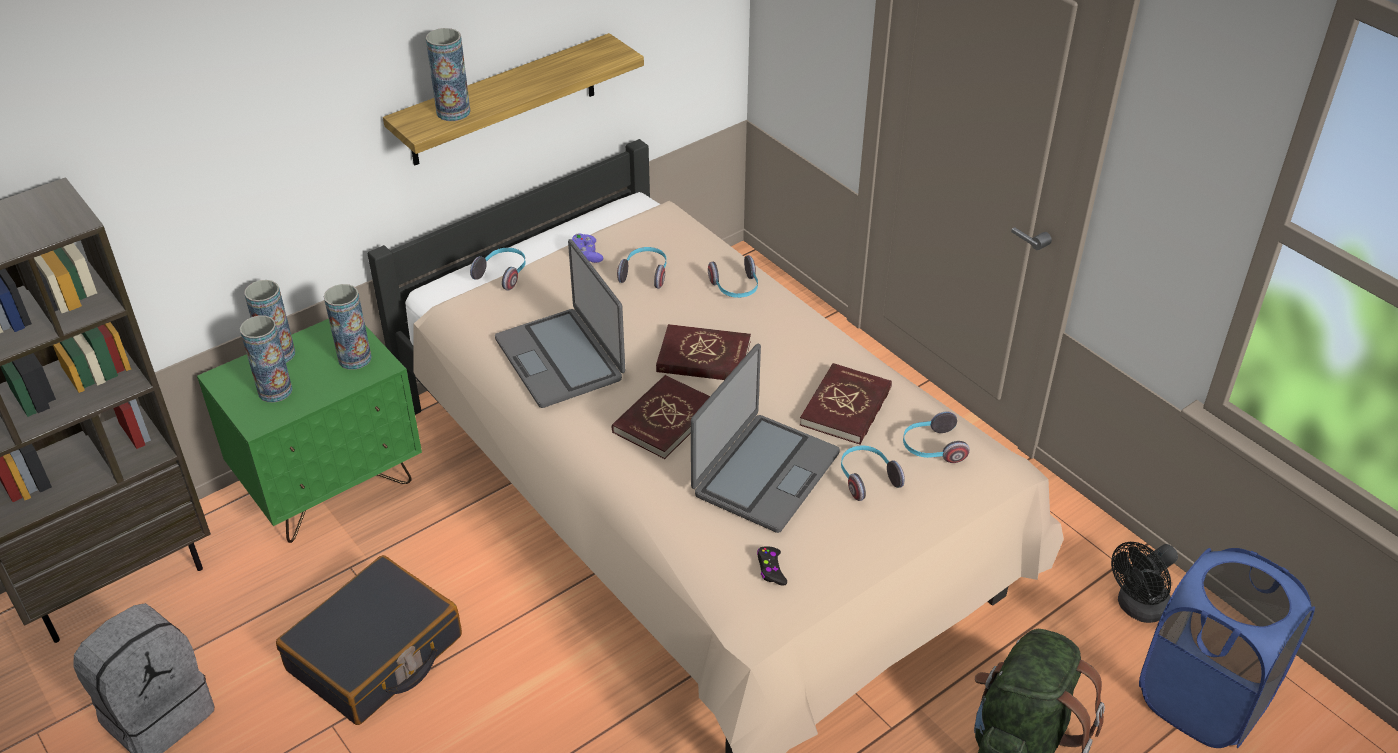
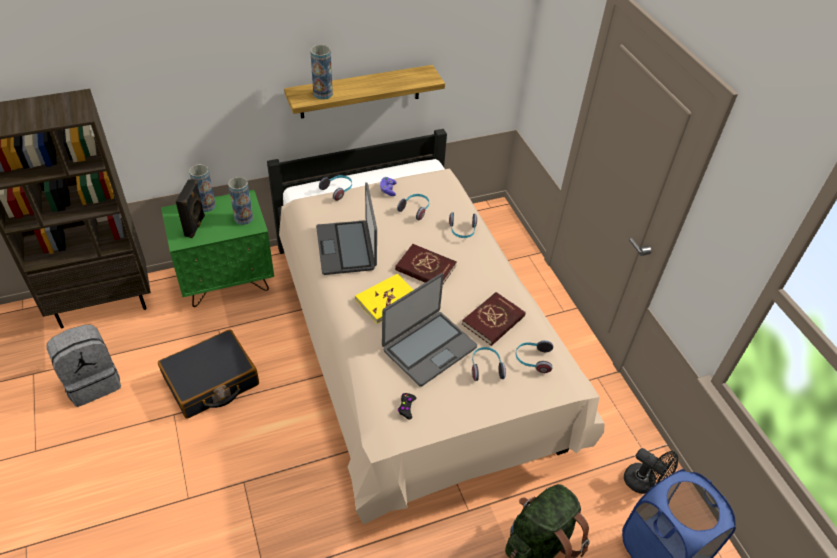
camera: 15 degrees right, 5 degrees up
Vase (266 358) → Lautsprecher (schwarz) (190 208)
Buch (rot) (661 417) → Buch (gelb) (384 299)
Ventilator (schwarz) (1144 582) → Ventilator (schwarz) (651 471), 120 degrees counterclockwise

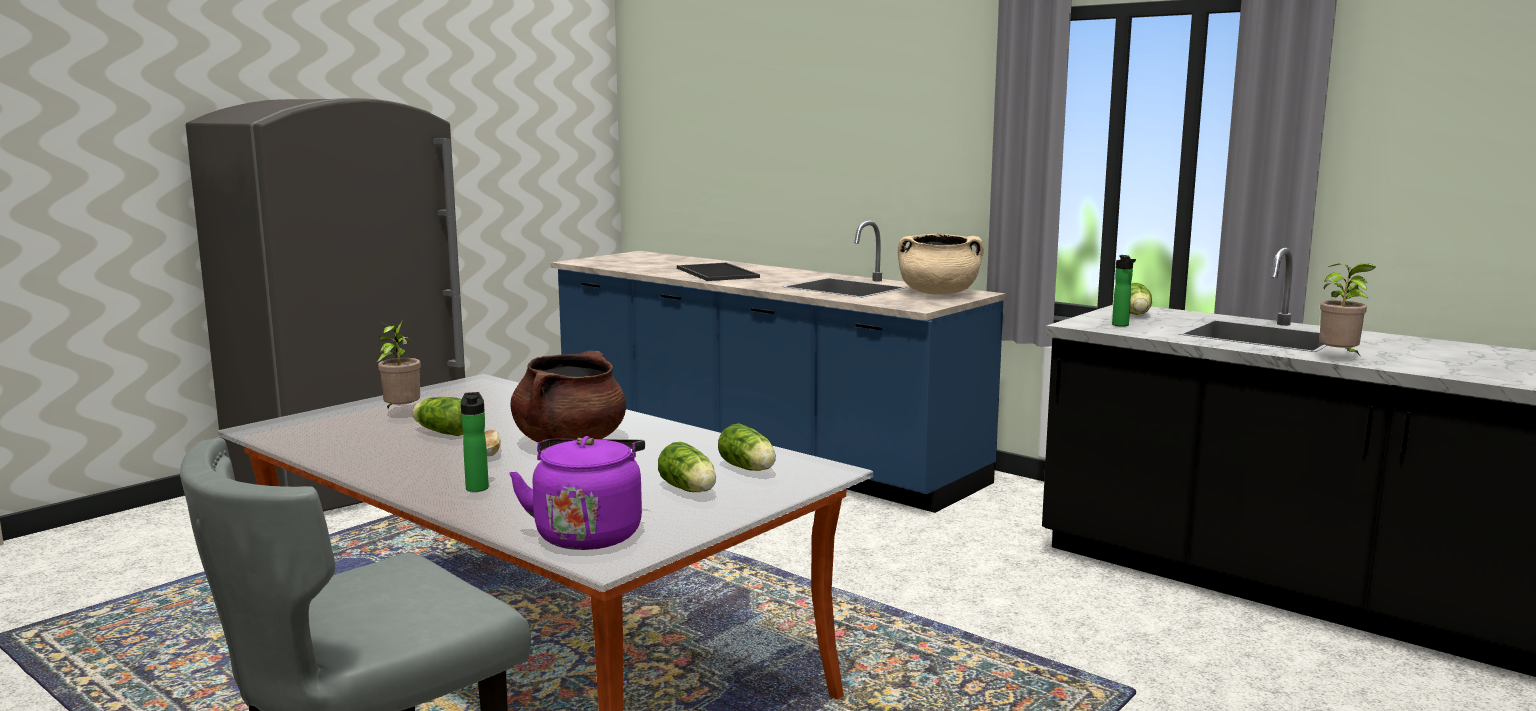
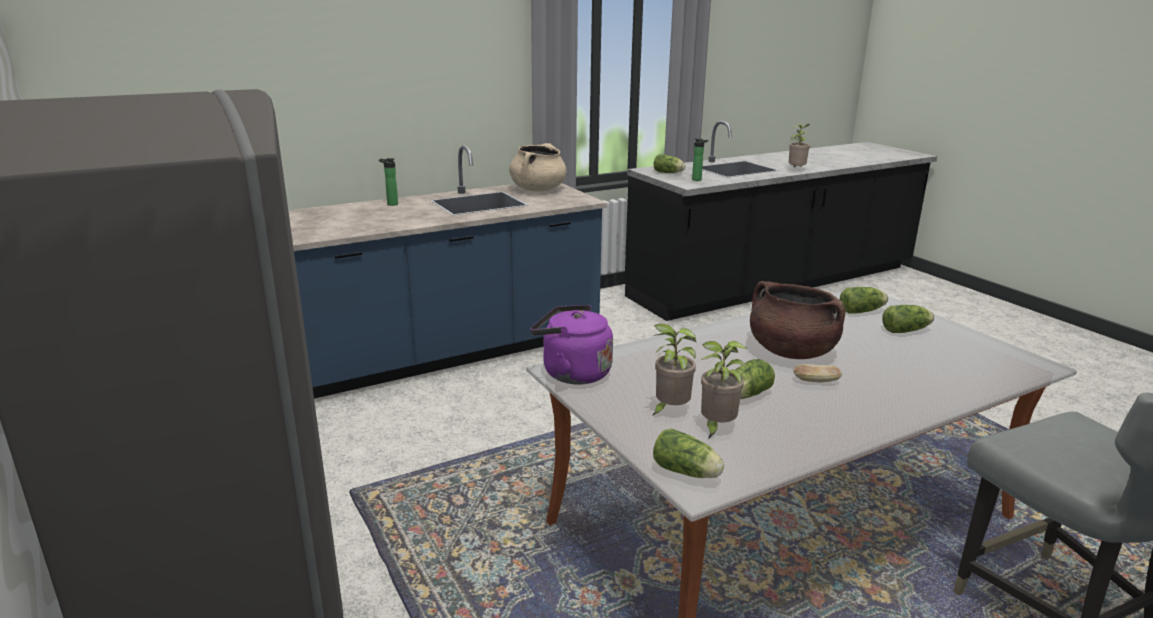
camera: 70 degrees left, 10 degrees up
Tablett (718 272) → -
Flasche (474 442) → Flasche (388 182), moved
Wasserkessel (lila) (577 493) → Wasserkessel (lila) (572 344), moved
- → Topfpflanze (724 390)
- → Salatkopf (688 453)

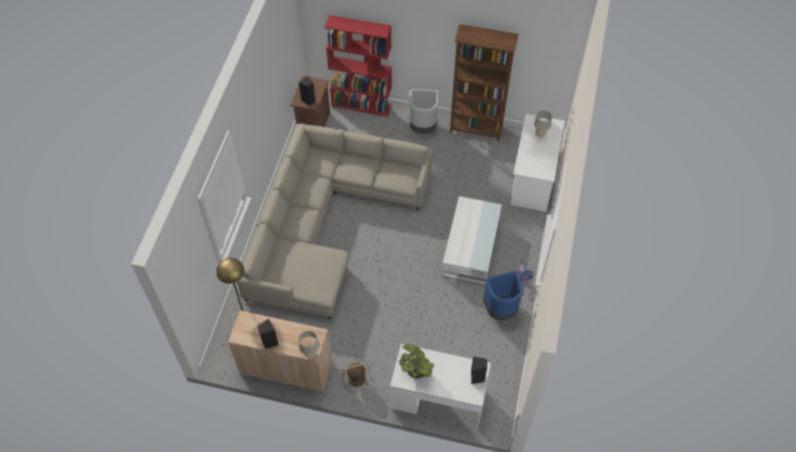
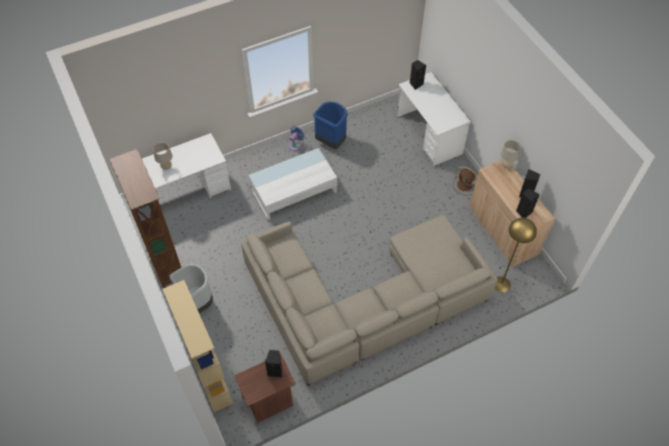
camera: 130 degrees left, 0 degrees up
Bücherregal (rot) (358 66) → Bücherregal (beige) (198 346)
Topfpflanze (416 361) → -
- → Lautsprecher (schwarz) (528 203)

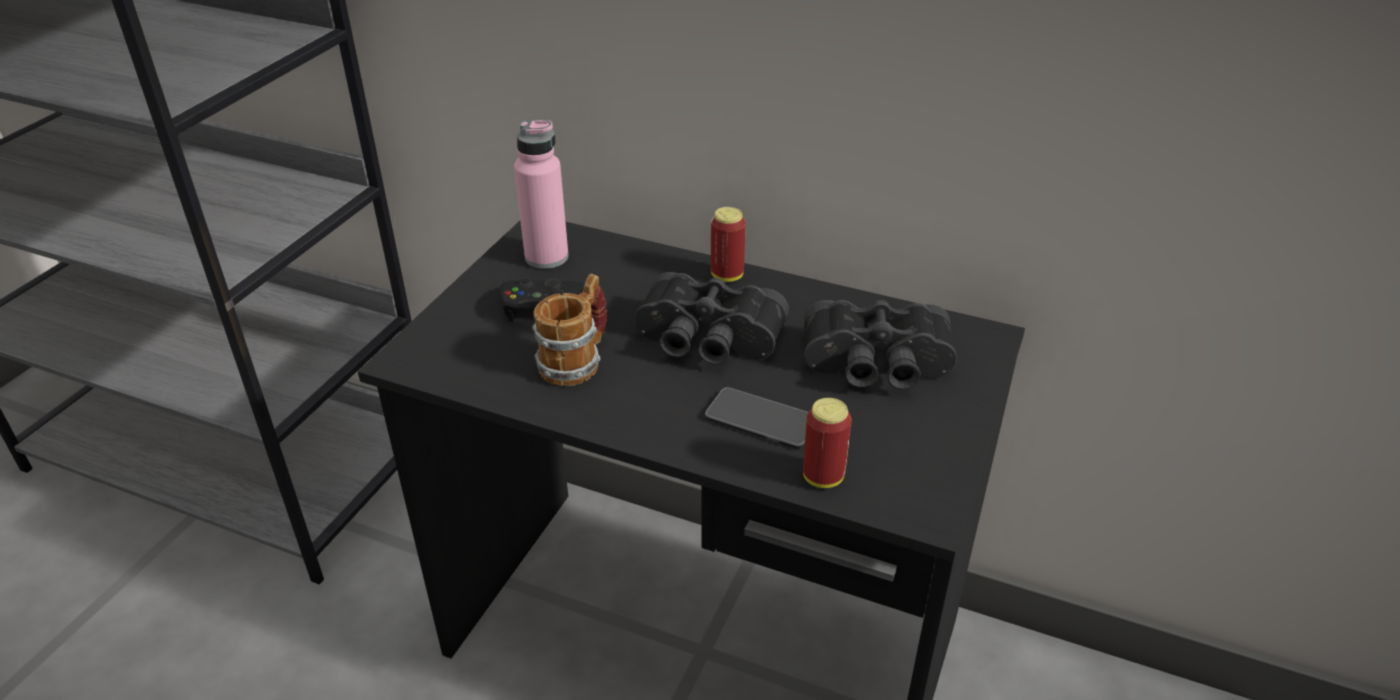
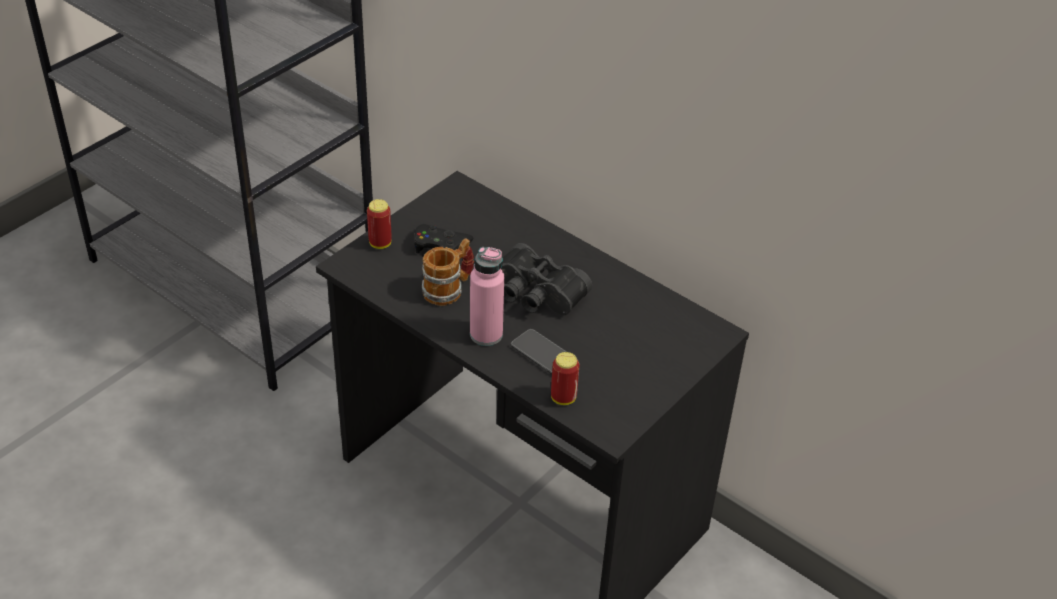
camera: 15 degrees right, 5 degrees up
Flasche (rosa) (541 194) → Flasche (rosa) (487 296), moved
Dose (728 244) → Dose (379 224), moved
Fernglas (schwarz) (880 344) → -

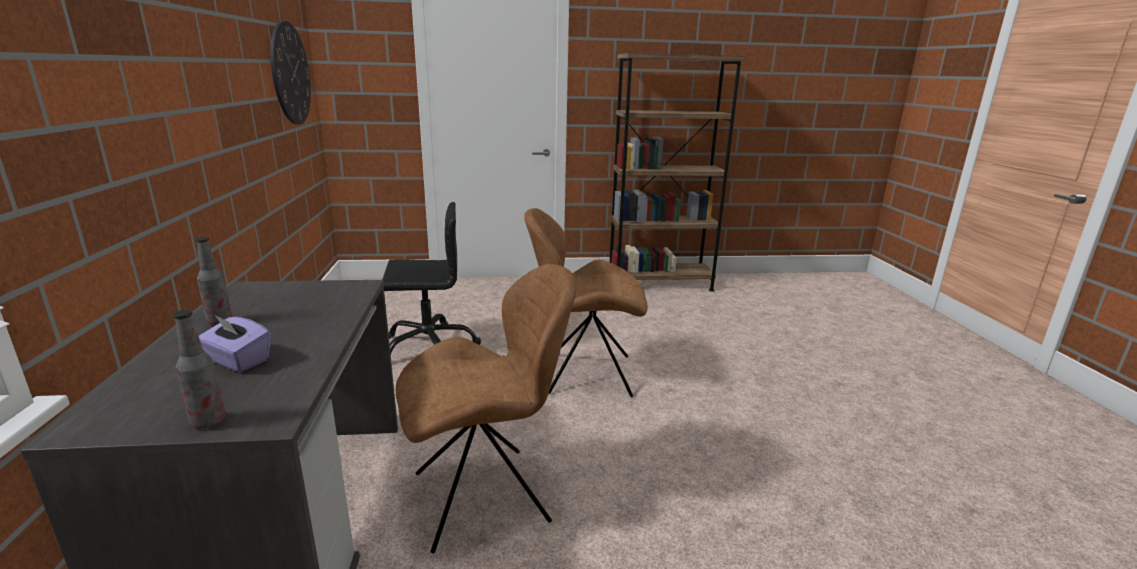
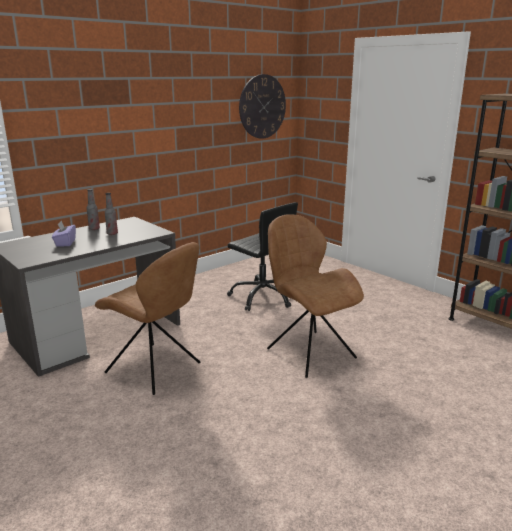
camera: 55 degrees right, 0 degrees up
Flasche (199 369) → Flasche (111 214), moved

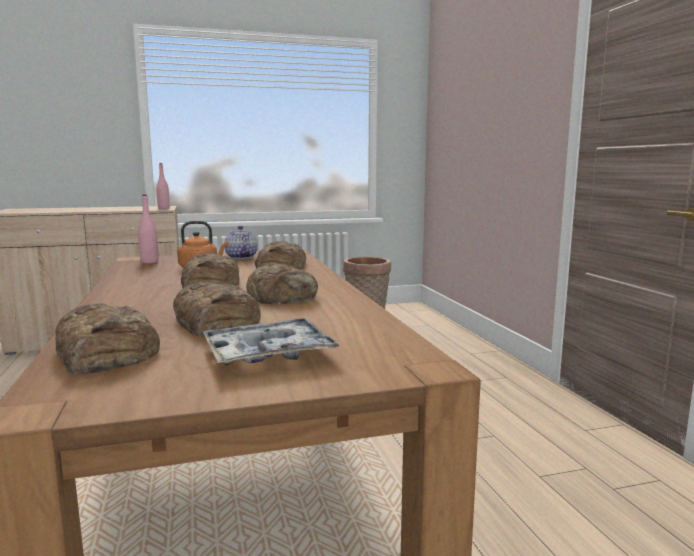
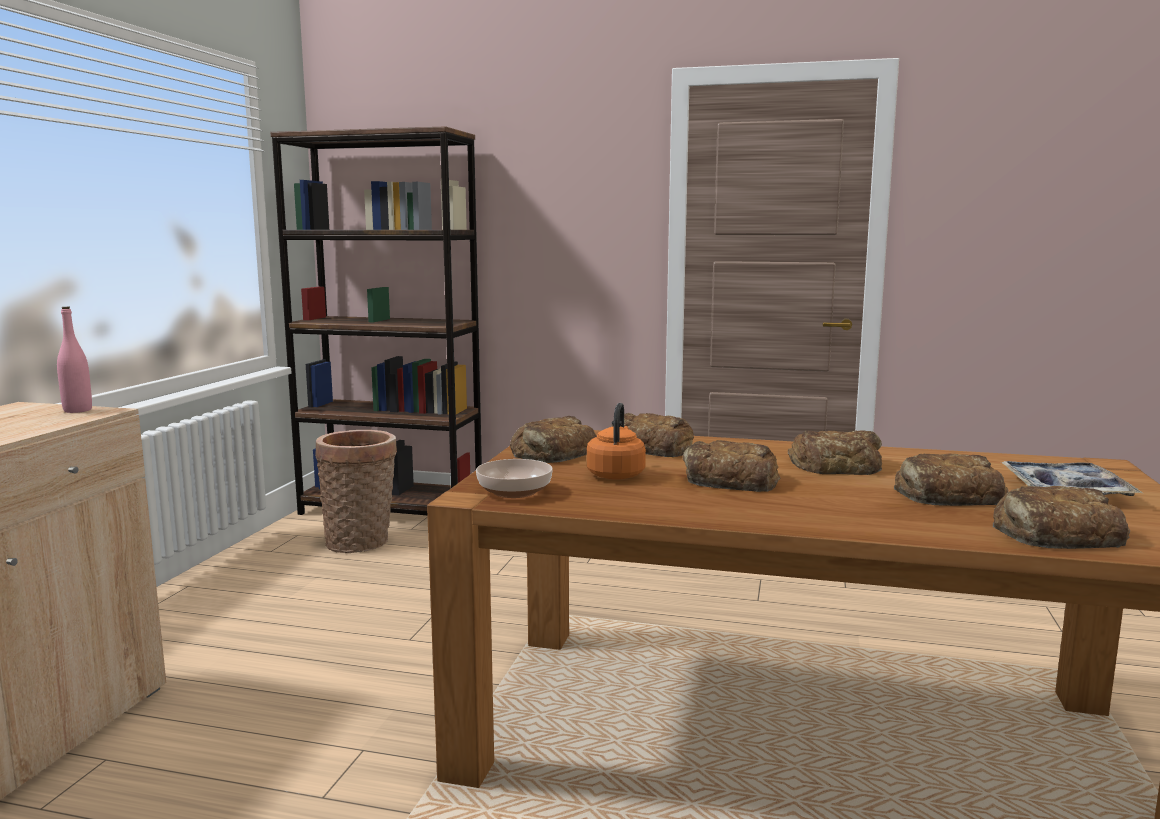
camera: 60 degrees left, 0 degrees up
Flasche (rosa) (148 228) → Schüssel (514 478)
Teekanne (241 242) → Brot (553 439)
- → Bücherregal (braun) (376 320)

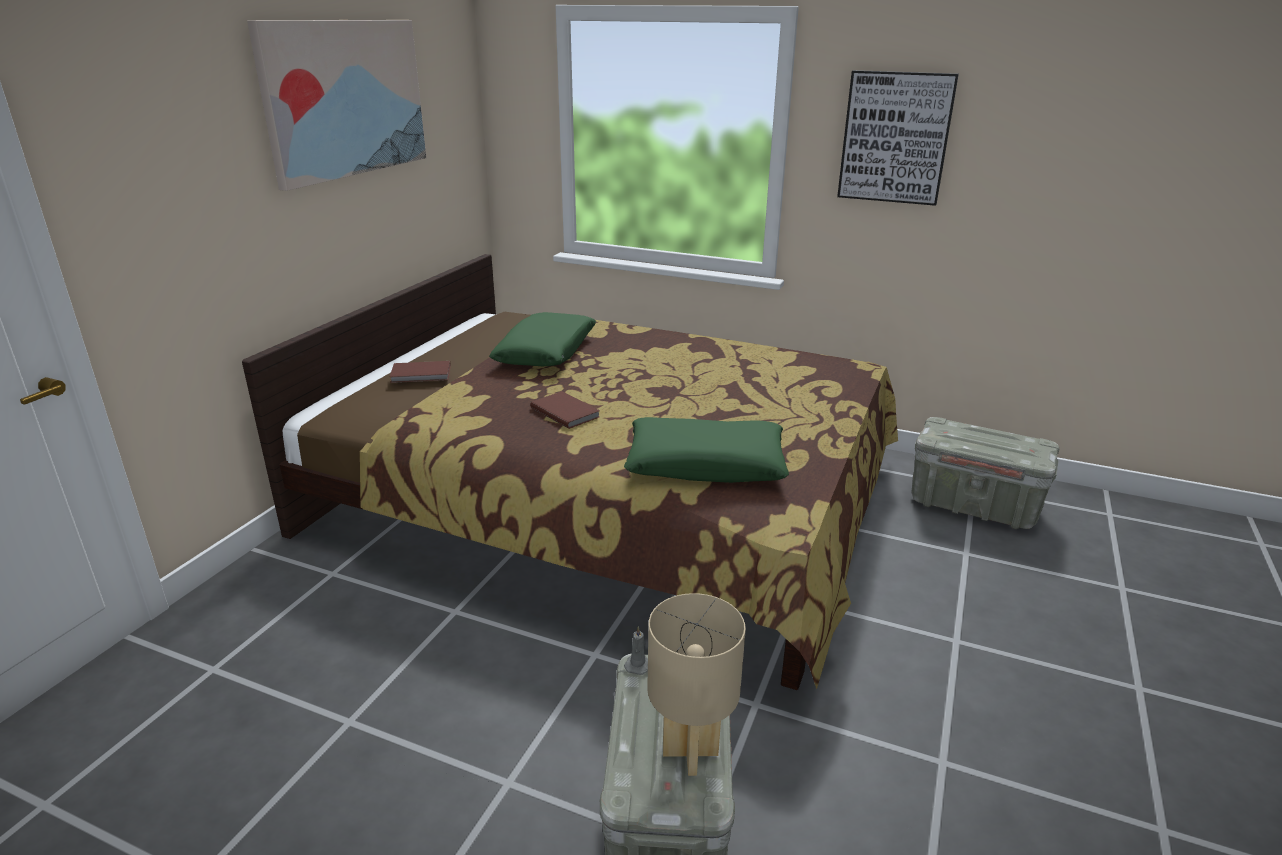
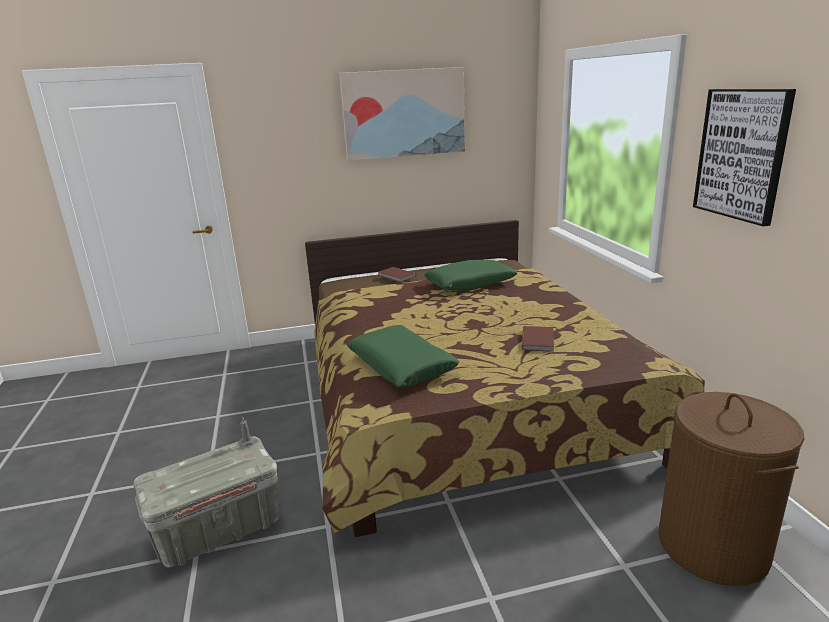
camera: 55 degrees right, 5 degrees down
Buch (braun) (565 410) → Buch (braun) (538 339), moved
Aufbewahrungsbox (grau) (985 473) → Wäschekorb (braun) (731 488)
Tischlampe (beige) (696 684) → -

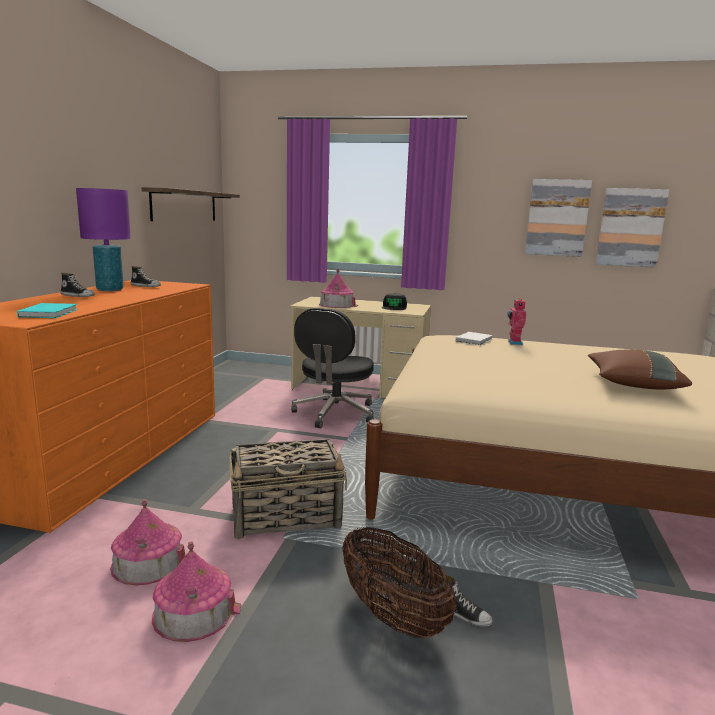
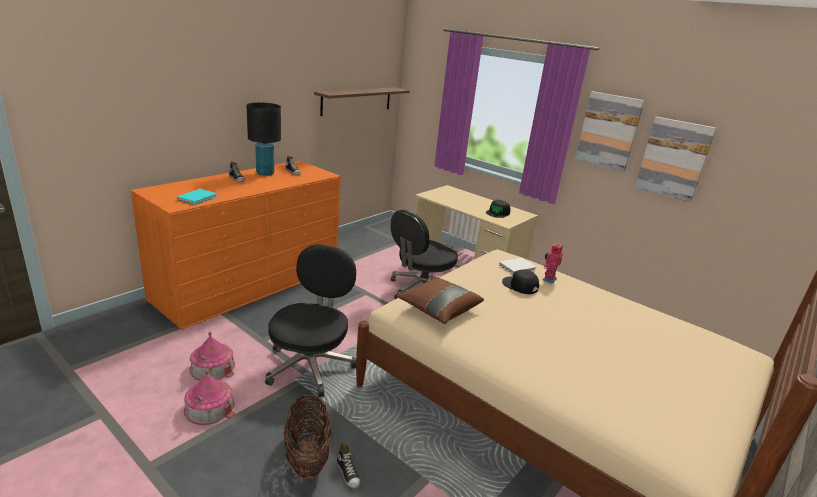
camera: 25 degrees right, 10 degrees up
Tischlampe (lila) (103 239) → Tischlampe (schwarz) (263 139)
Bild (632 228) → Bild (610 131), moved
Spielzeughaus (338 288) → -
Kissen (braun) (640 369) → Kissen (braun) (440 300), moved
Korb (288 489) → Bürostuhl (schwarz) (310 320)
- → Kappe (schwarz) (520 281)

